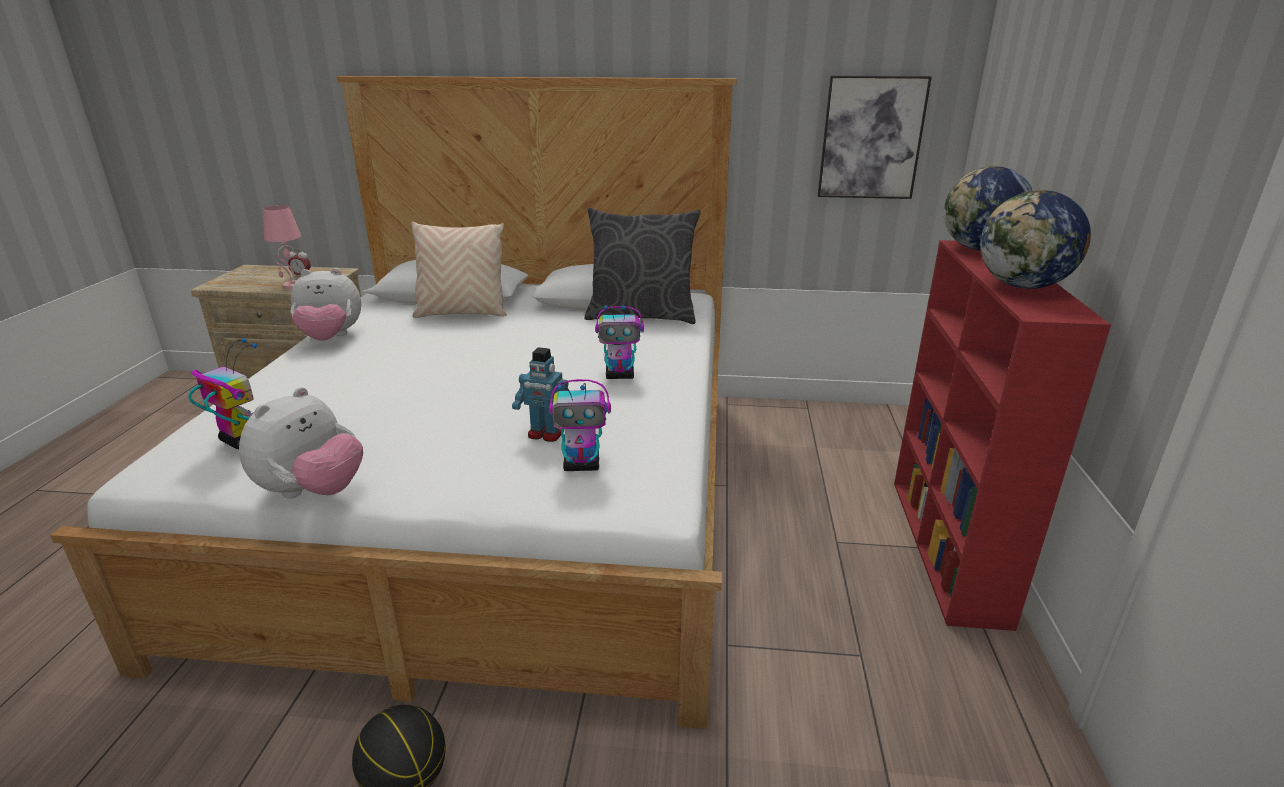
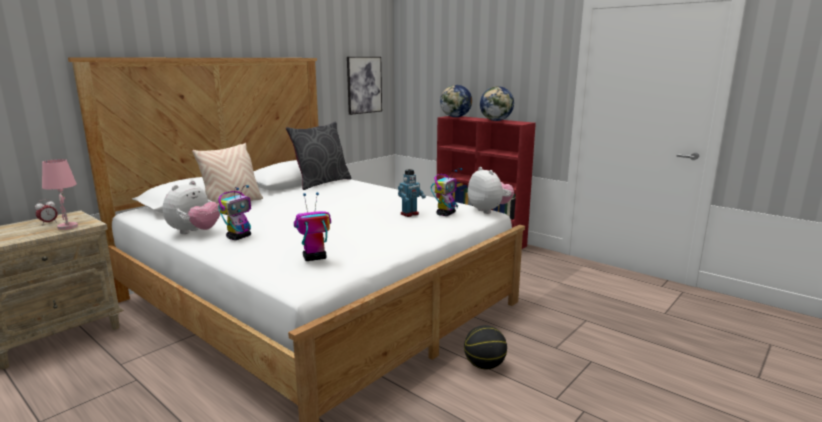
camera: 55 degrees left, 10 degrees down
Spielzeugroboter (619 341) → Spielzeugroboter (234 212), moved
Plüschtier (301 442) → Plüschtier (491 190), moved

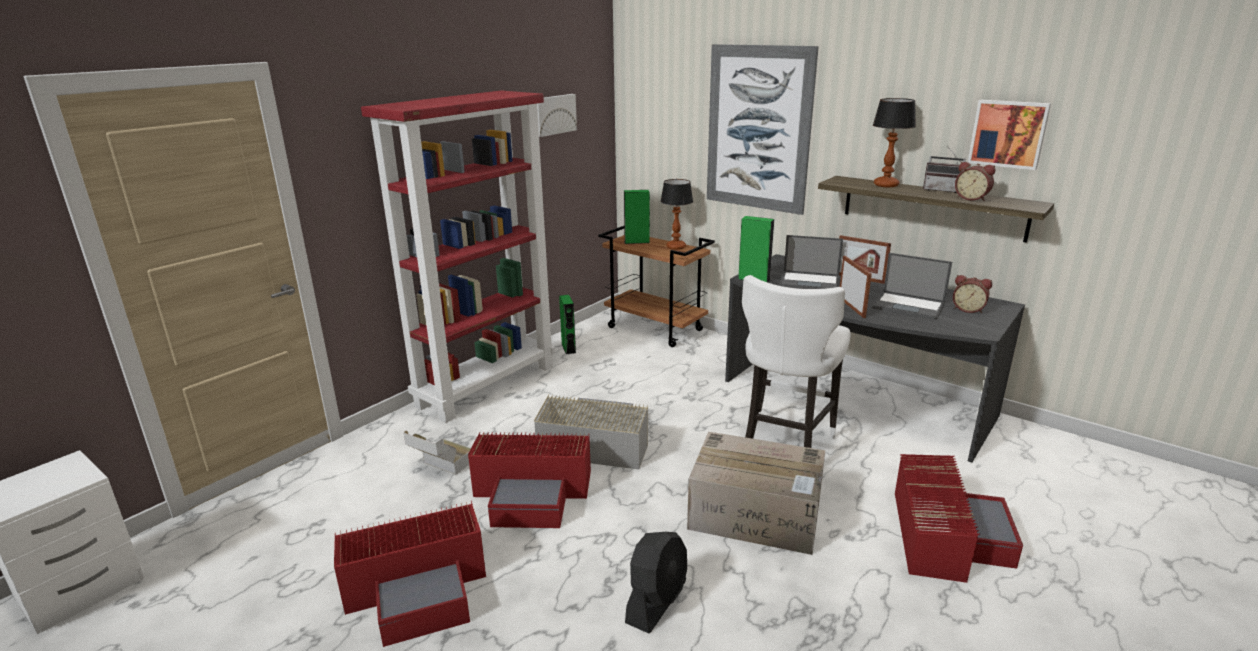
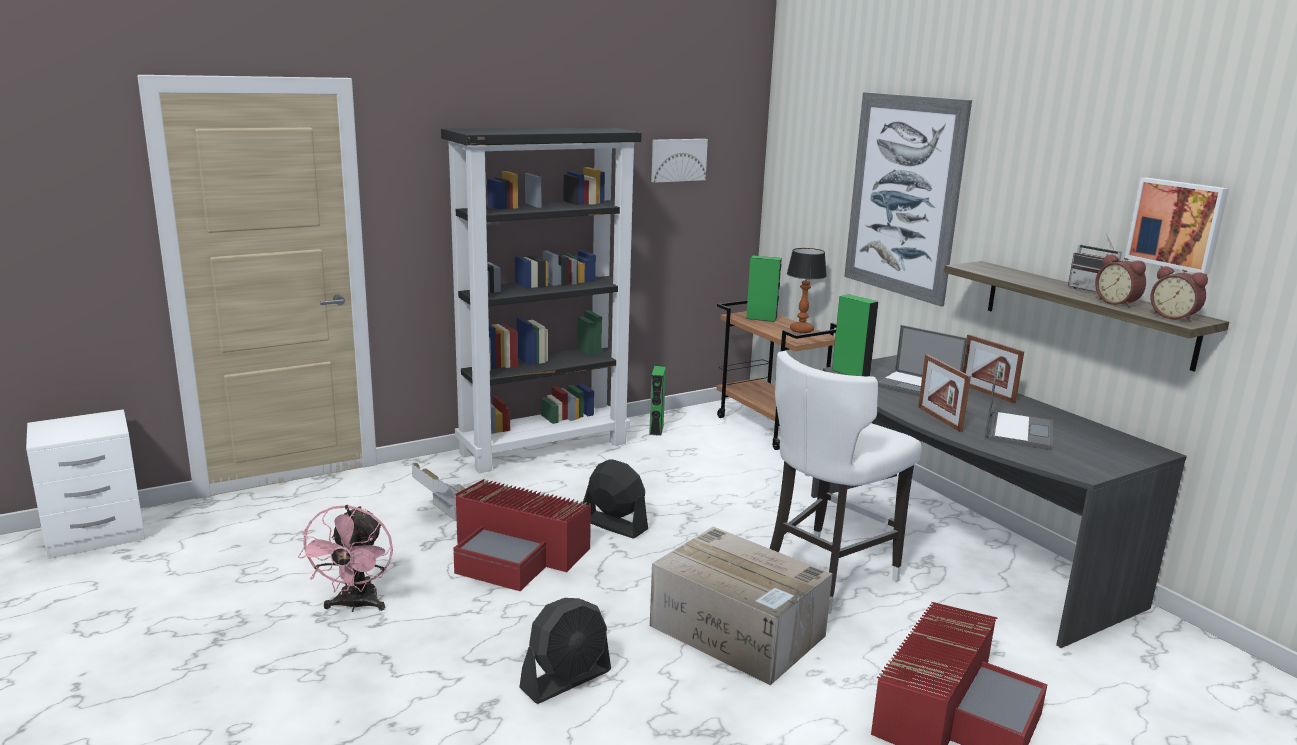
camera: 20 degrees right, 5 degrees down
Bücherregal (rot) (458 256) → Bücherregal (schwarz) (541 300)
Tischlampe (894 142) → -
Laptop (912 286) → Laptop (1018 406), 120 degrees counterclockwise
Bilderrahmen (856 287) → Bilderrahmen (944 393), 150 degrees clockwise
Wecker (972 294) → Wecker (1179 294), moved
Aufbewahrungsbox (grau) (591 432) → Ventilator (schwarz) (615 498)
Aufbewahrungsbox (rot) (410 574) → Ventilator (rosa) (345 558)

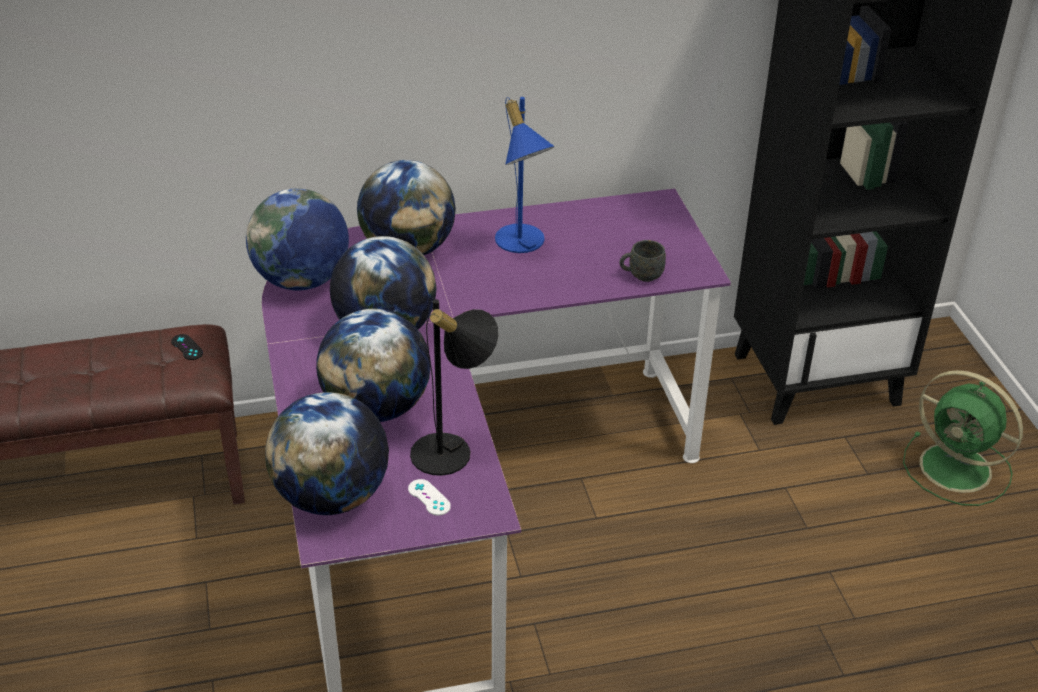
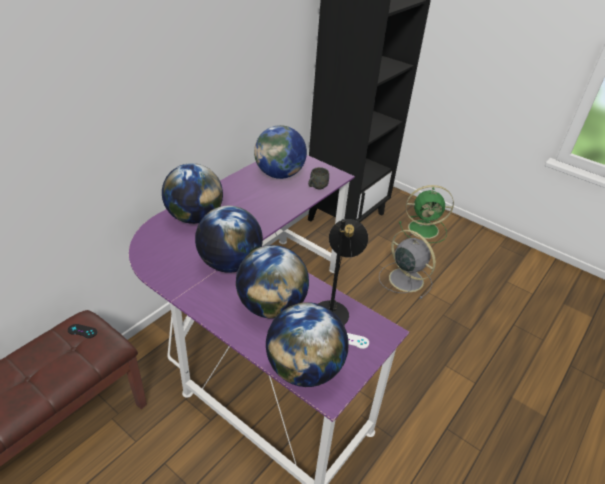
camera: 40 degrees left, 0 degrees up
Tischlampe (blau) (524 175) → -
Globus (297 239) → Globus (280 152), moved
- → Ventilator (grau) (407 264)

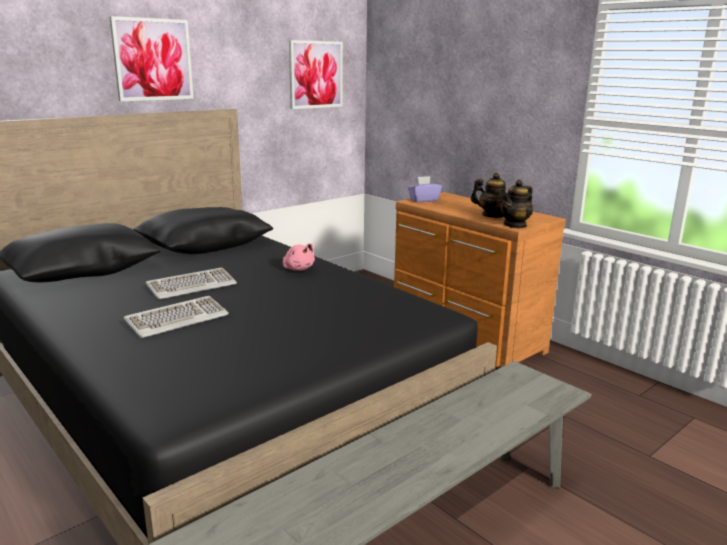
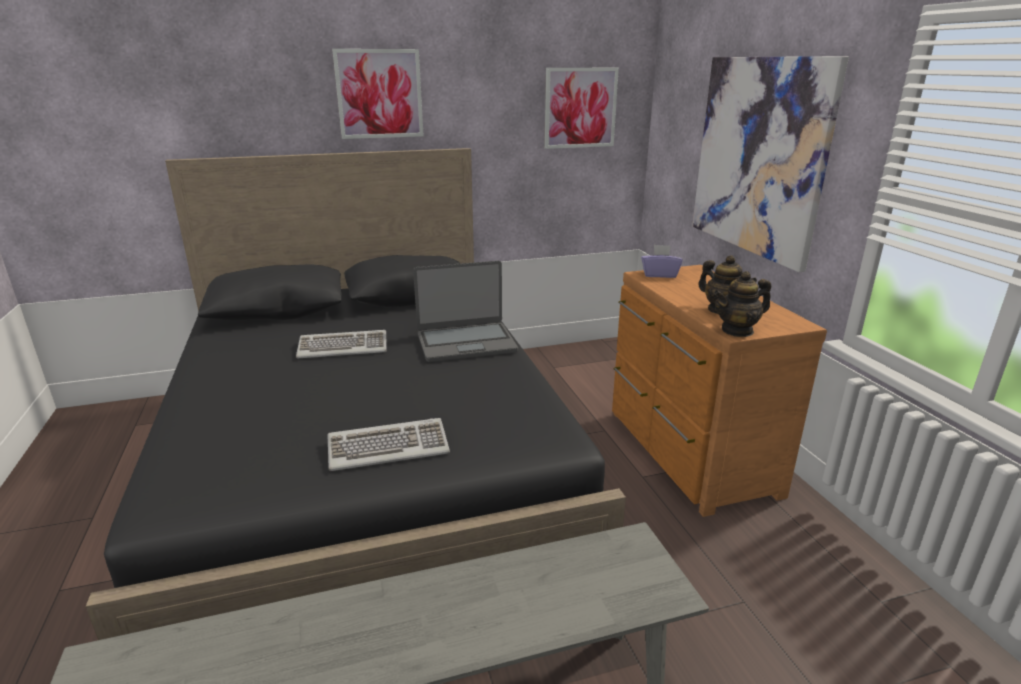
camera: 25 degrees right, 5 degrees up
Plüschtier (rosa) (299 257) → Laptop (465 311)
Tastatur (176 317) → Tastatur (389 444), moved
- → Bild (770 164)

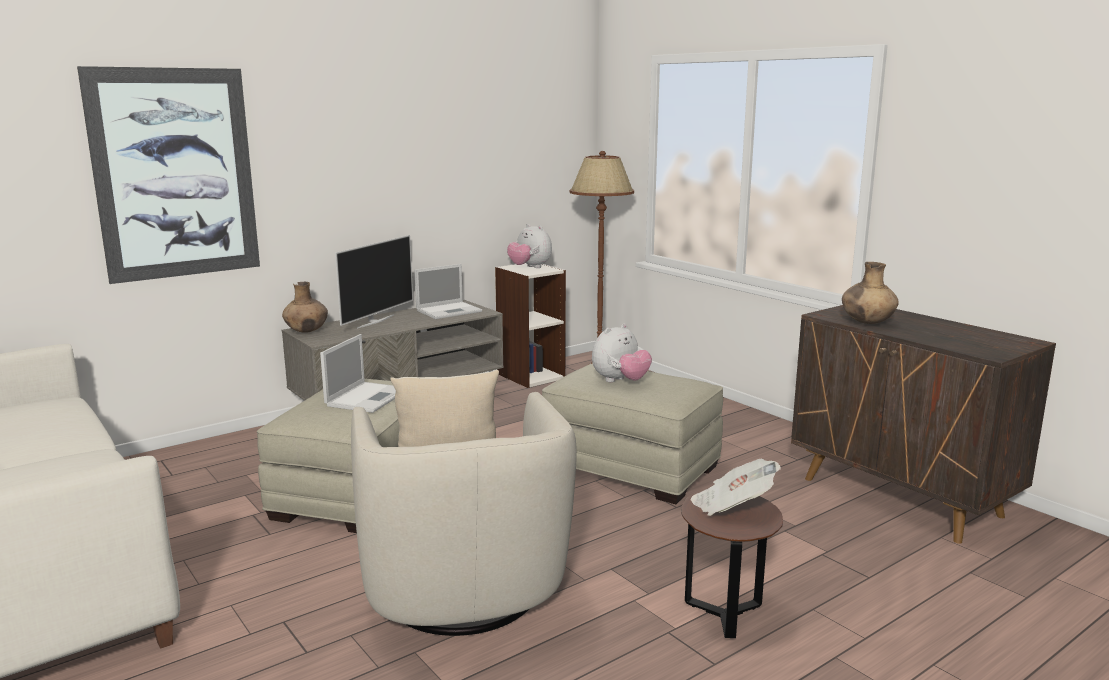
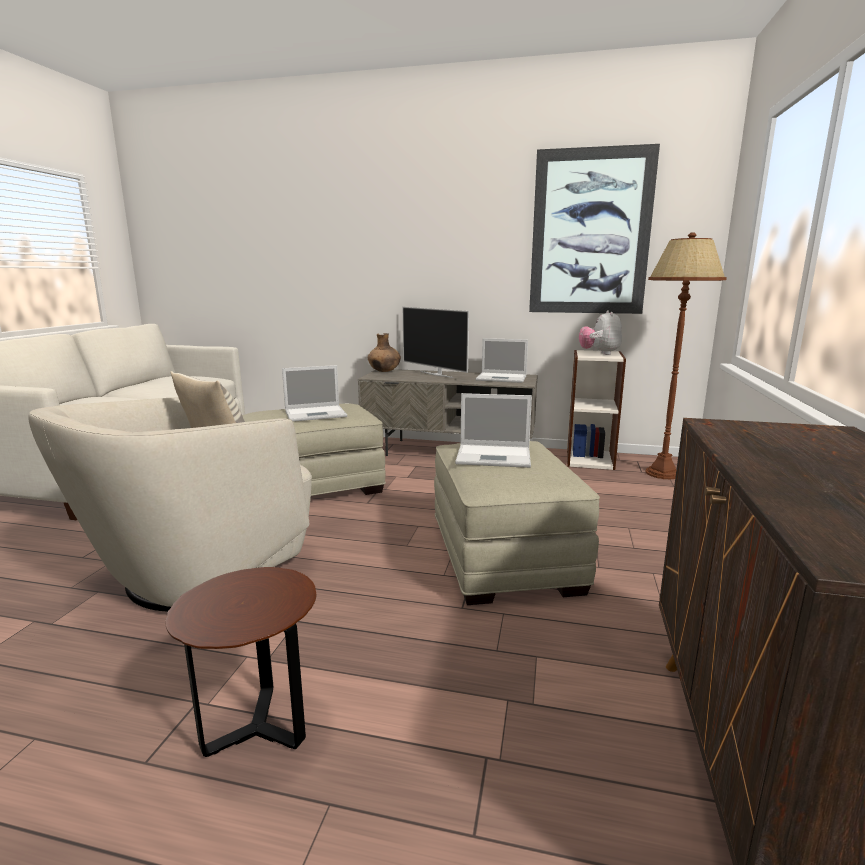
camera: 50 degrees right, 0 degrees up
Bild (168 175) → Bild (594 229), moved
Fernseher (374 282) → Fernseher (436 342), 60 degrees clockwise
Vase (braun) (870 293) → -
Plüschtier (622 353) → Laptop (493 430)
Zeitung (736 487) → -

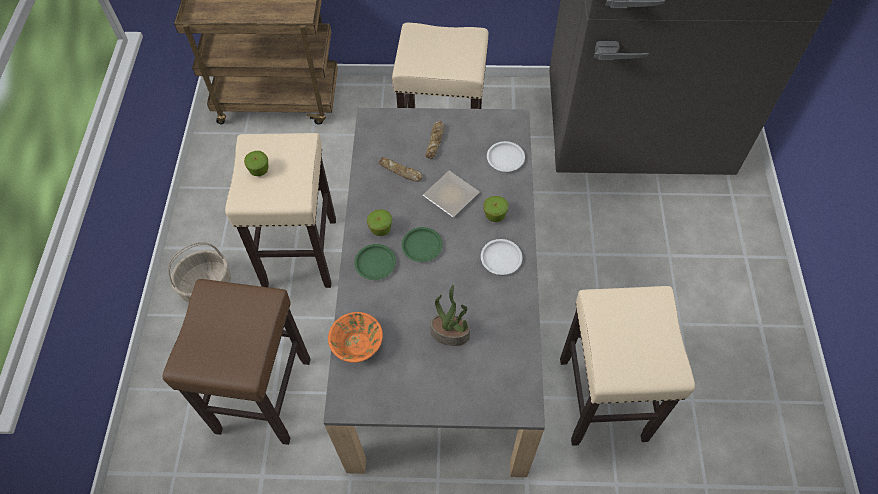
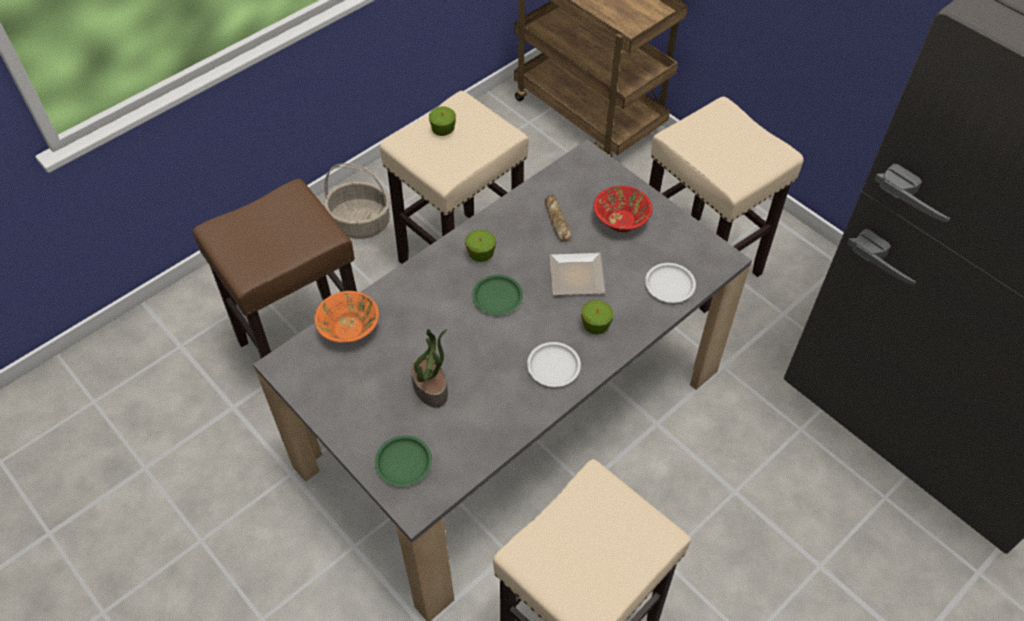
camera: 45 degrees right, 5 degrees down
Brot (434 140) → Schüssel (rot) (623 208)
Teller (grün) (375 262) → Teller (grün) (403 461), moved

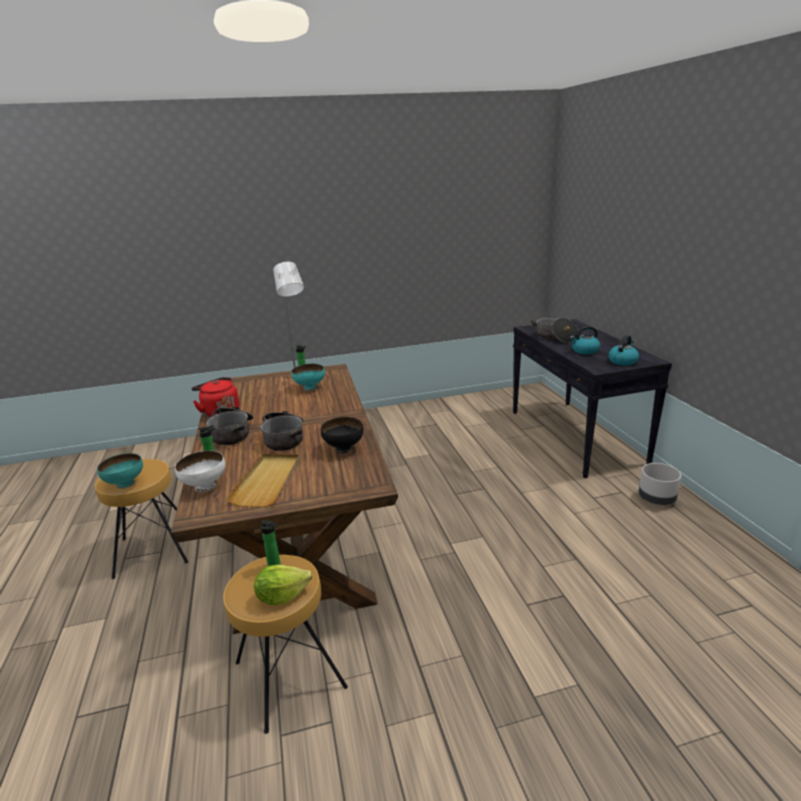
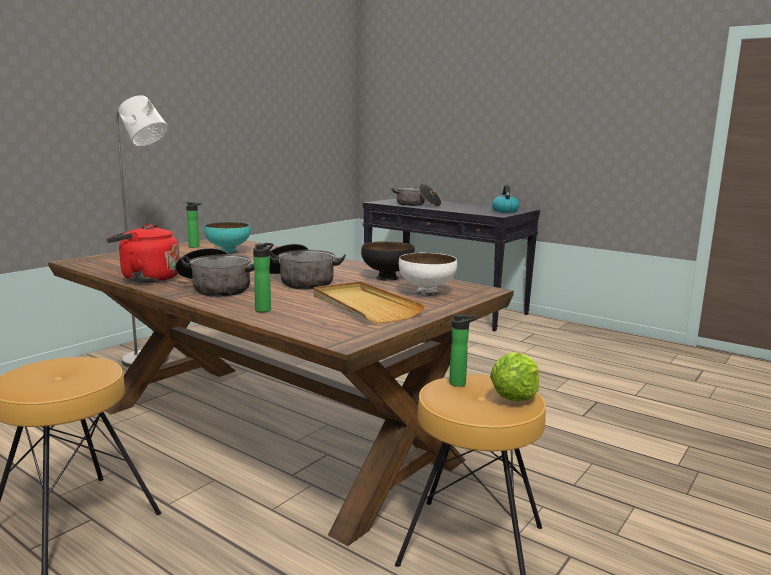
camera: 40 degrees left, 10 degrees down
Wasserkessel (585 340) → -
Schüssel (weiß) (200 471) → Schüssel (weiß) (428 274), moved
Schüssel (türkis) (120 471) → -
Pflanzkübel (grau) (659 484) → -

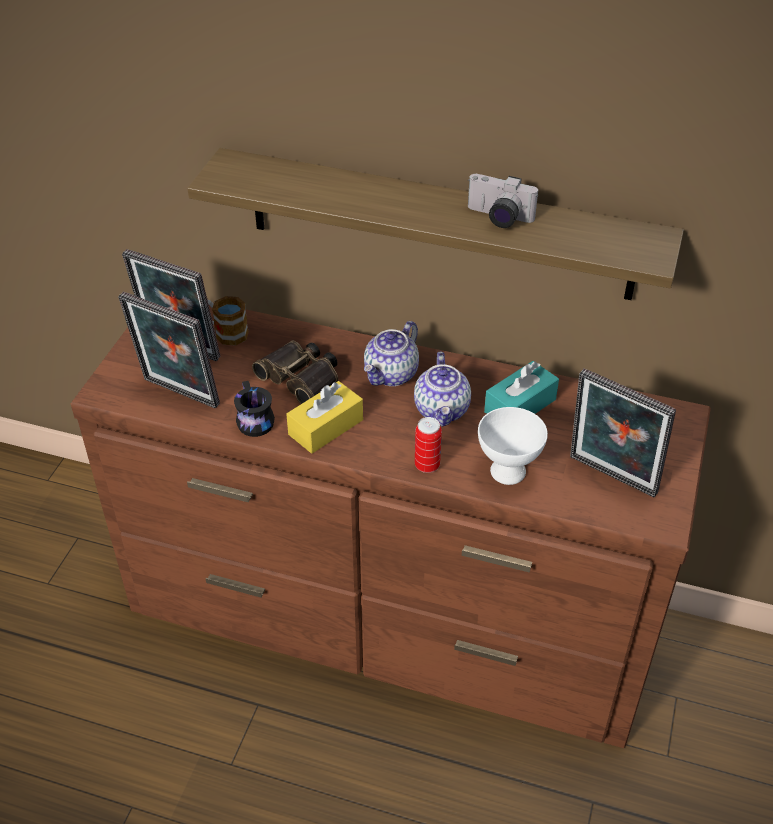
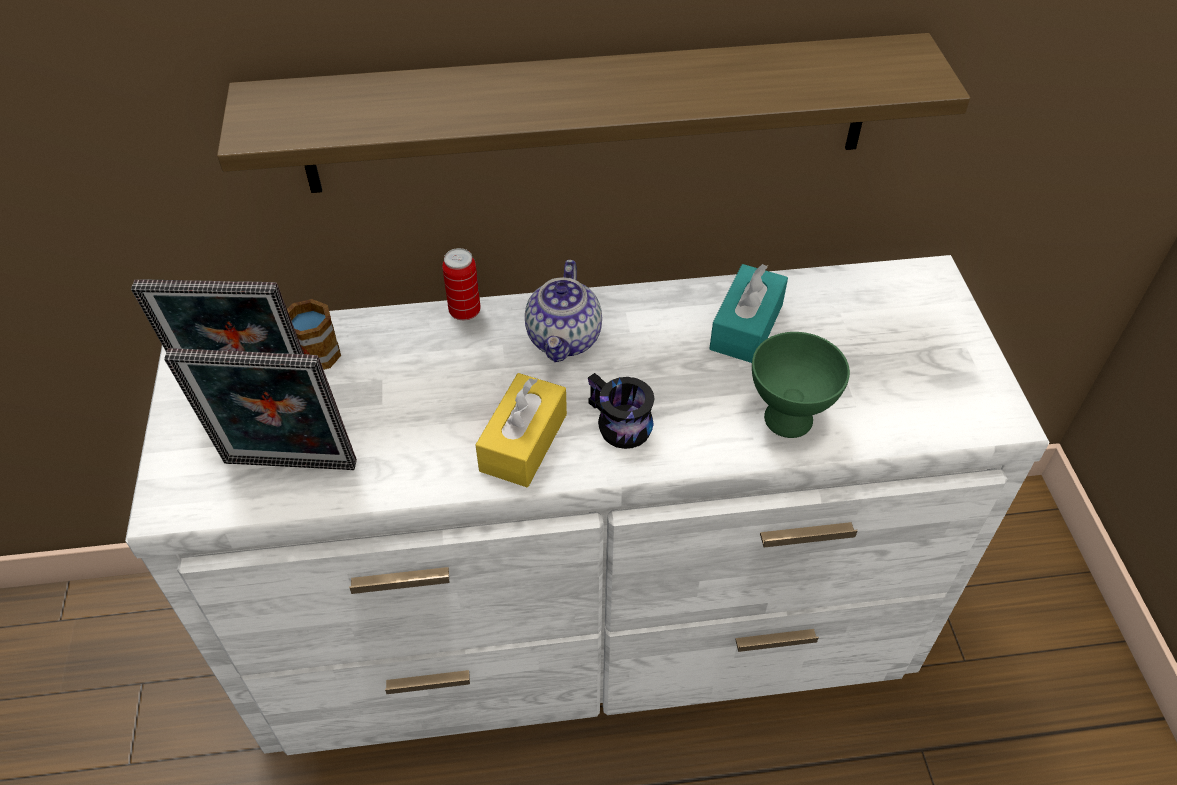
camera: 25 degrees left, 5 degrees up
Kamera (503 201) → -
Kommode (braun) (391 526) → Kommode (weiß) (587 505)
Fernglas (295 372) → -
Teekanne (442 389) → -
Bilderrahmen (623 433) → -
Henkelbecher (schwarz) (254 409) → Henkelbecher (schwarz) (621 411), moved
Schüssel (weiß) (513 446) → Schüssel (grün) (801 385)
Dose (428 445) → Dose (461 284), moved

